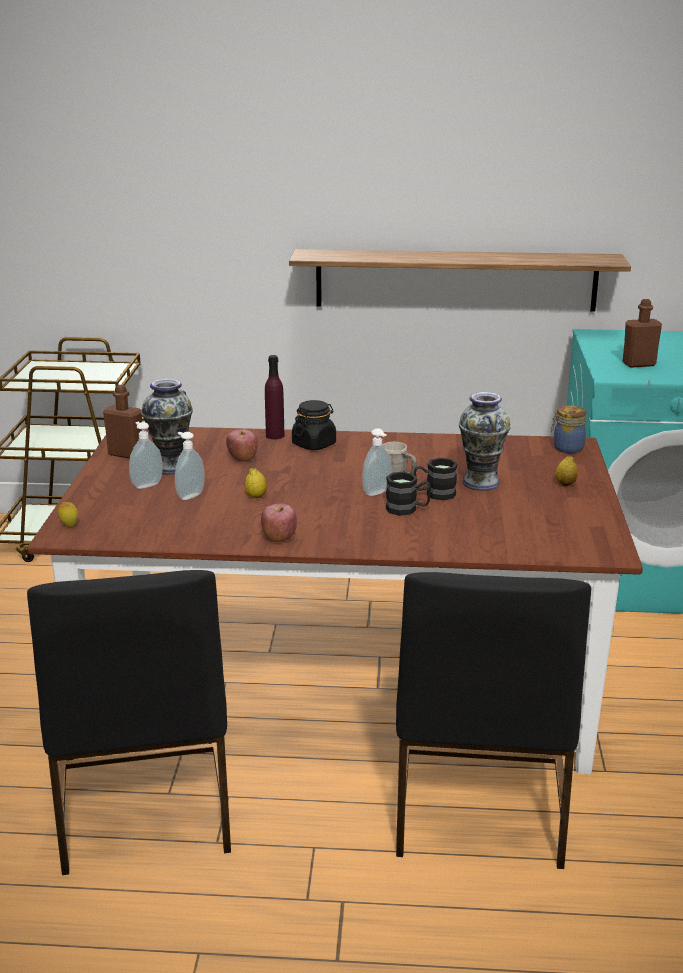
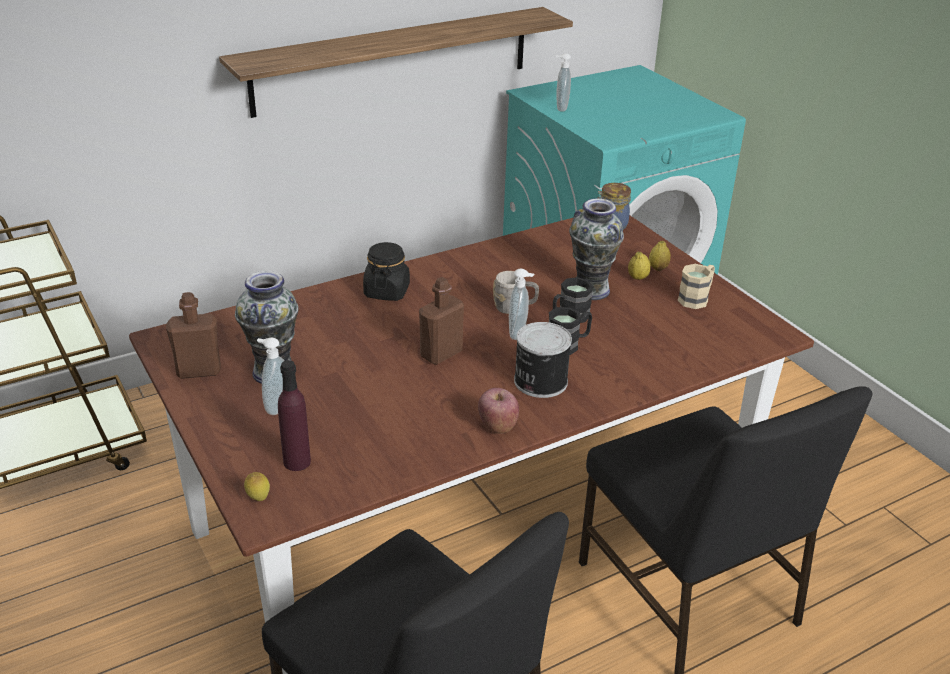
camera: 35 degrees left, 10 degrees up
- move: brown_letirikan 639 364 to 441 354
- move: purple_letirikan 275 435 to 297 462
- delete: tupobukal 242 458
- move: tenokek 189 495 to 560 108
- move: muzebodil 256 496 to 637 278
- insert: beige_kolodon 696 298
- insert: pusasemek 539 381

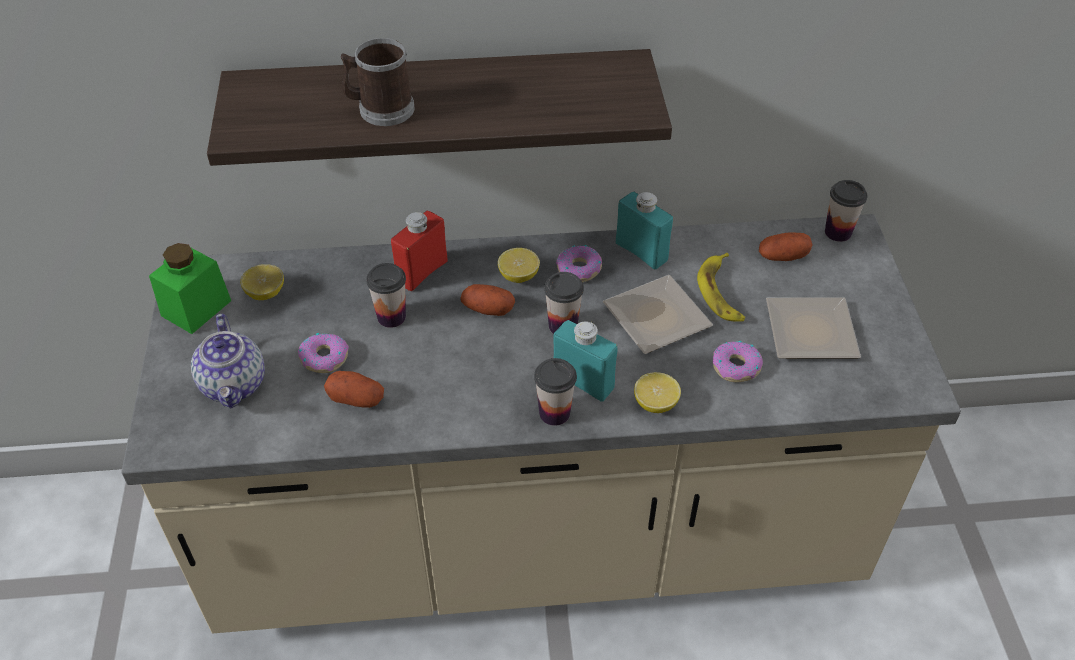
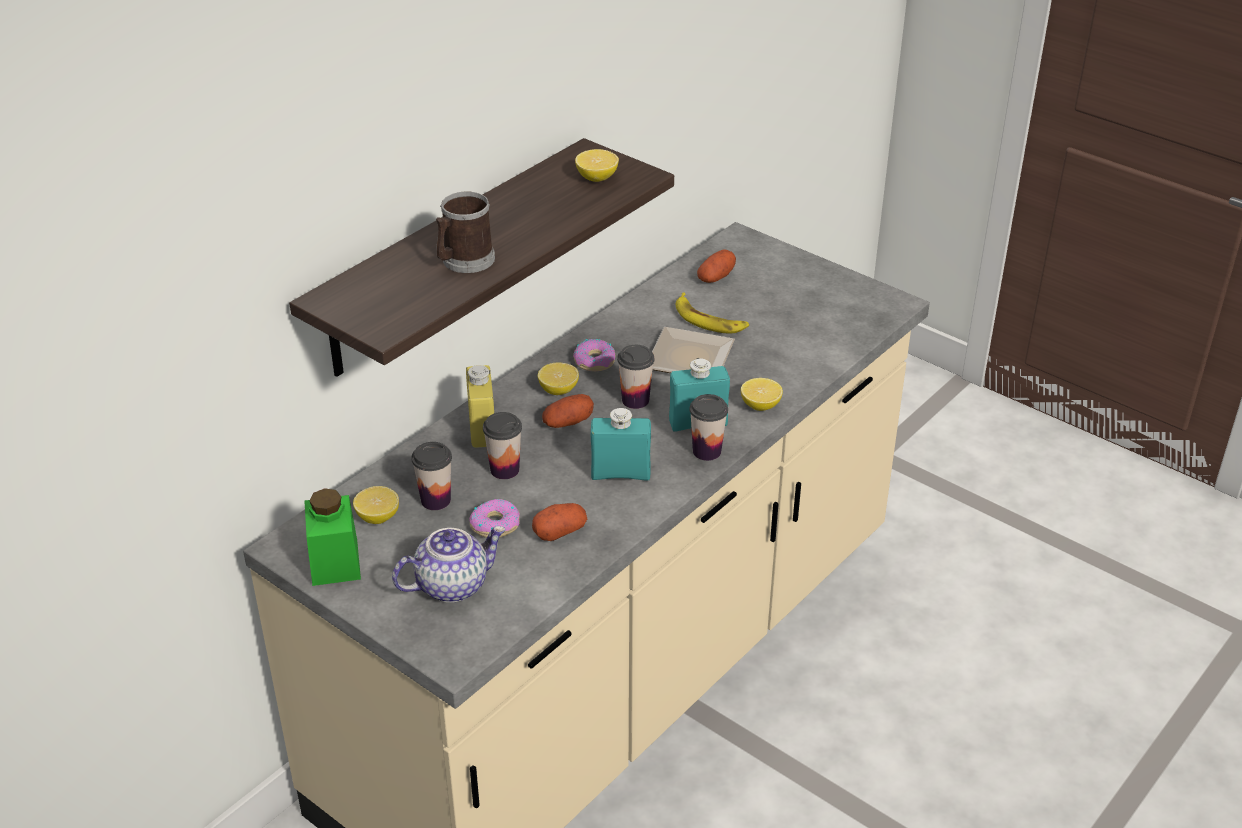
camera: 45 degrees left, 10 degrees down
- move: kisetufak 838 232 to 435 500
- move: turquoise_letirikan 641 252 to 620 473
- recolor: red_letirikan 422 272 to yellow_letirikan 482 430
- delete: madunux 814 334
- rotate: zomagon 234 384 = 452 584 60 degrees counterclockwise
- delete: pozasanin 736 367
- insert: muzebodil 597 178

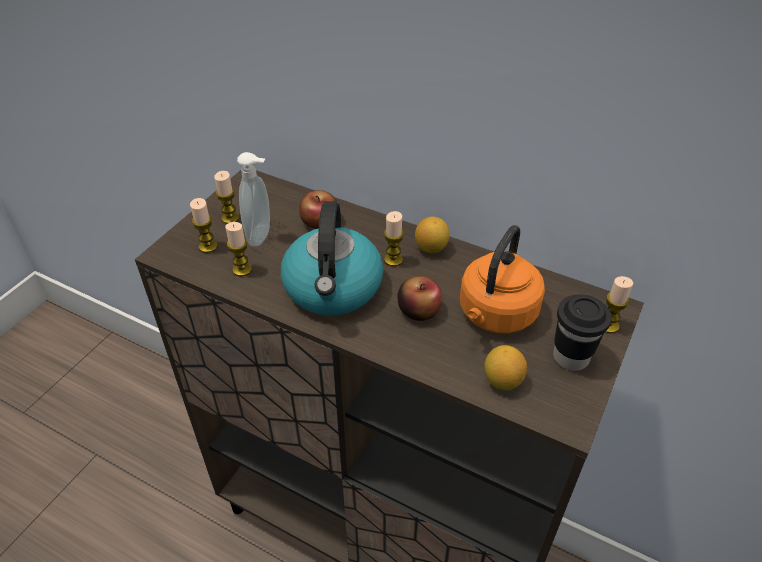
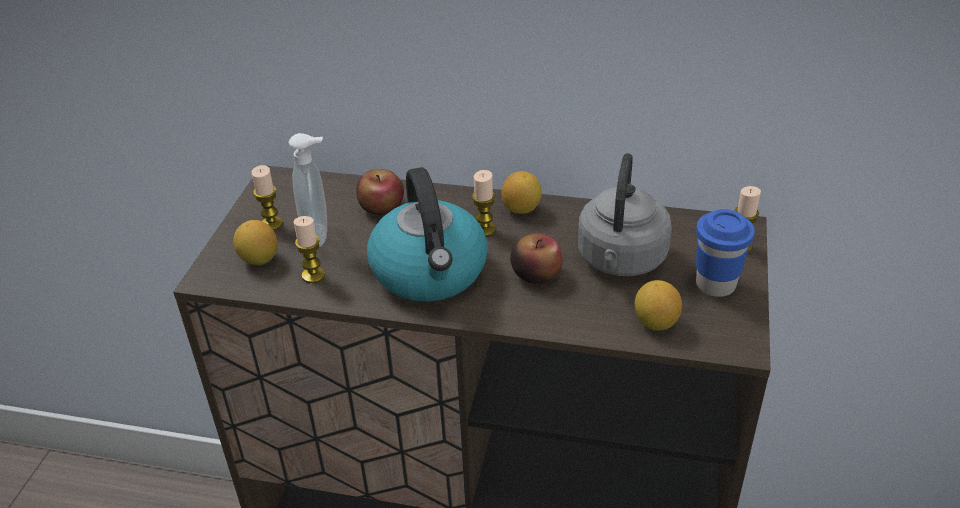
camera: 15 degrees left, 5 degrees down
- replace: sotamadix 208 246 to muzebodil 259 259
- recolor: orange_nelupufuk 495 315 to grey_nelupufuk 620 261
- recolor: black_kisetufak 570 357 to blue_kisetufak 715 284

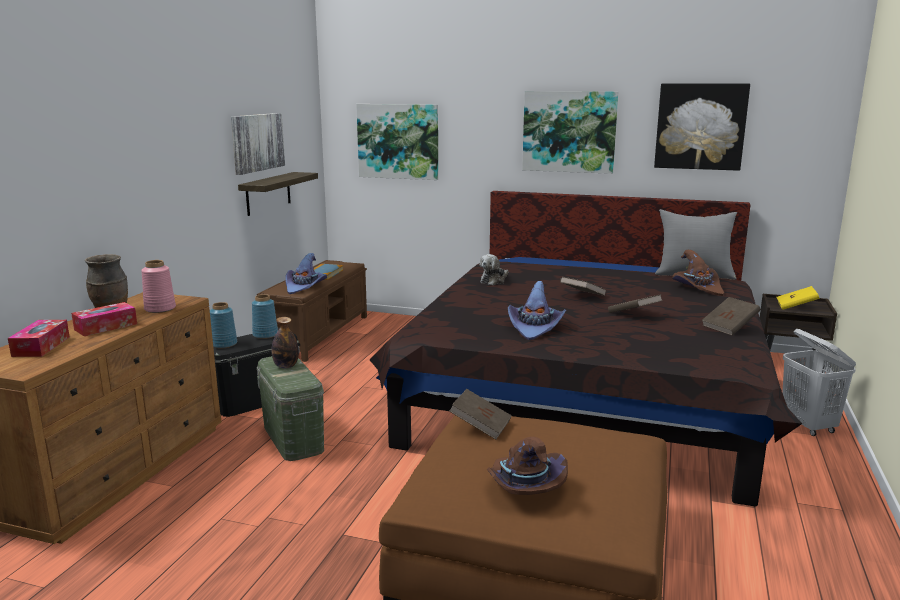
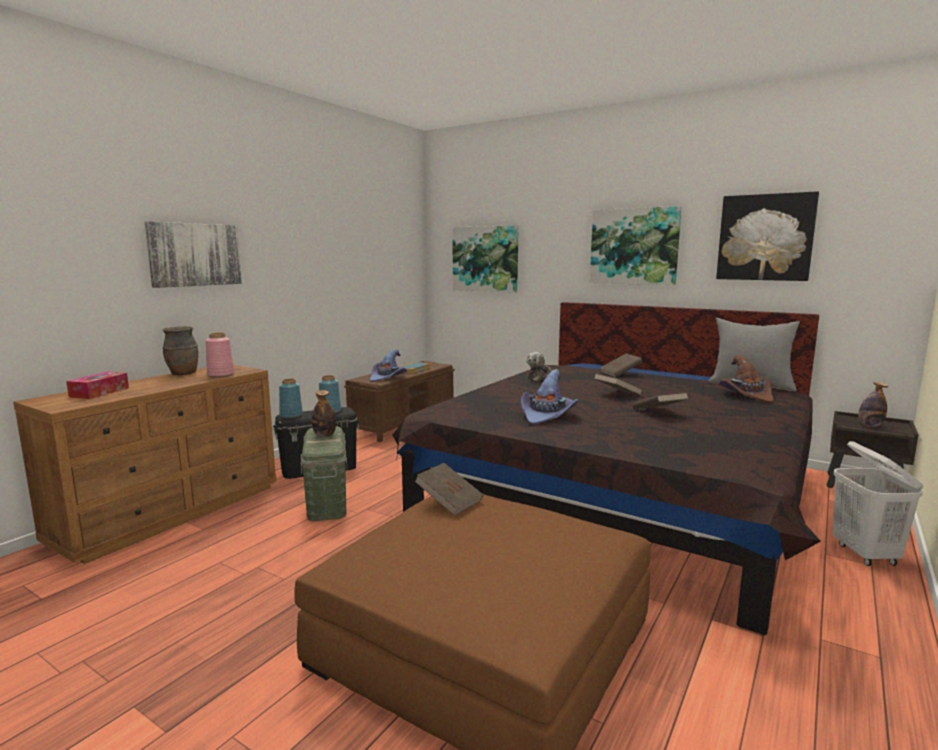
camera: 15 degrees right, 5 degrees down
- move: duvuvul 257 142 to 195 254
- delete: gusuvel 268 193
- replace: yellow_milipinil 796 307 to letirikan 870 426
- move: brown_milipinil 729 327 to 620 374
- delete: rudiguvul 106 327
- delete: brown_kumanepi 523 485

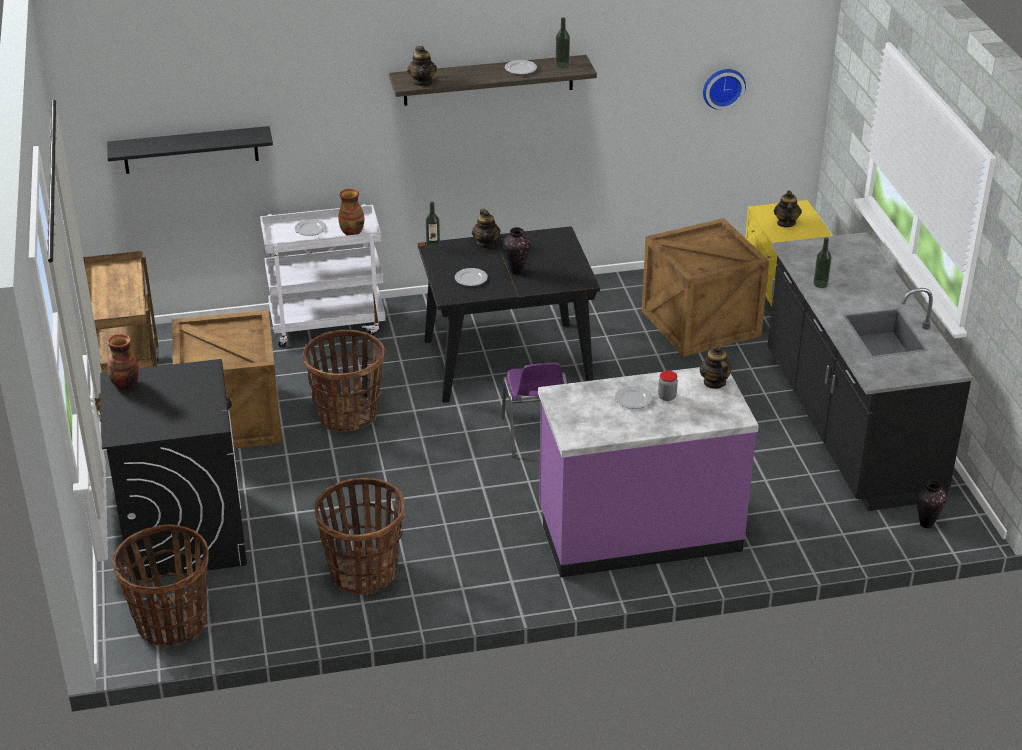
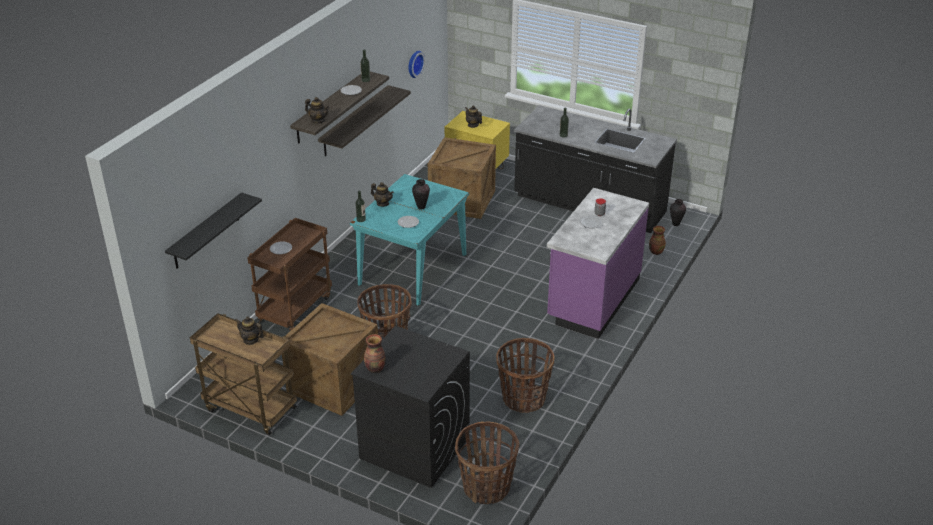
camera: 50 degrees left, 0 degrees up
- move: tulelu 352 232 to 655 252
- recolor: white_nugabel 328 324 to brown_nugabel 295 308
- recolor: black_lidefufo 506 362 to turquoise_lidefufo 412 269
- move: zomagon 714 382 to 251 340
- delete: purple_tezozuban 535 436
- insert: gusuvel 354 121

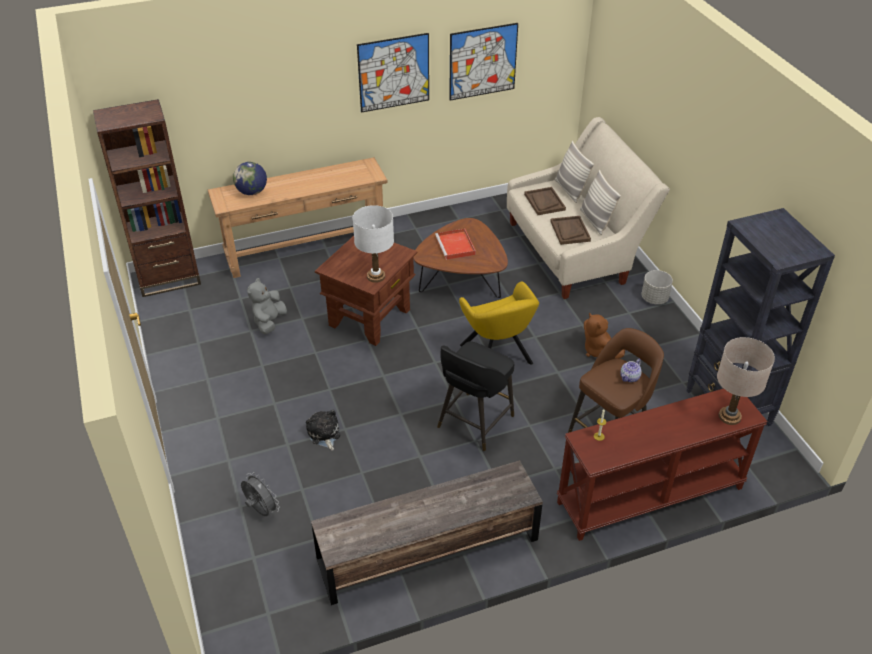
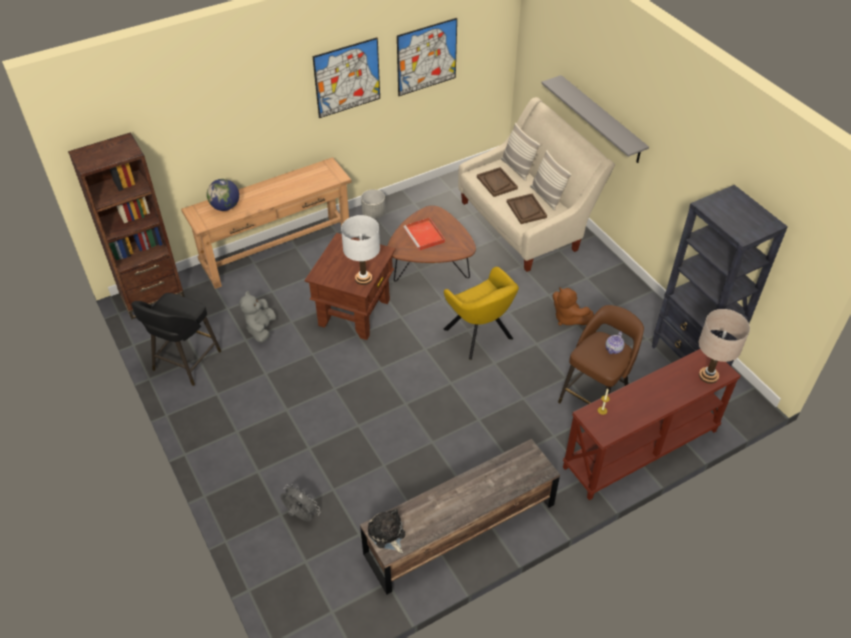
camera: 10 degrees left, 5 degrees up
- move: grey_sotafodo 654 298 to 374 214
- move: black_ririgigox 474 423 to 185 362
- move: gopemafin 324 434 to 387 534
- insert: grey_gusuvel 601 119

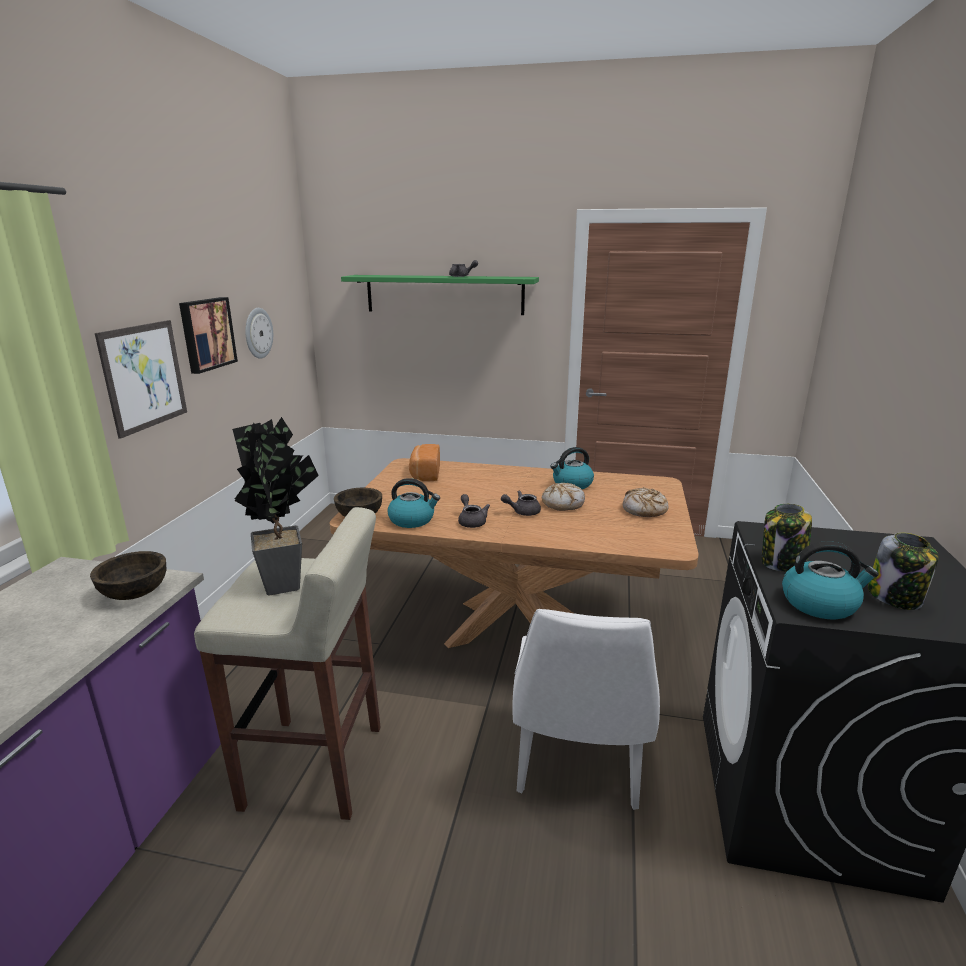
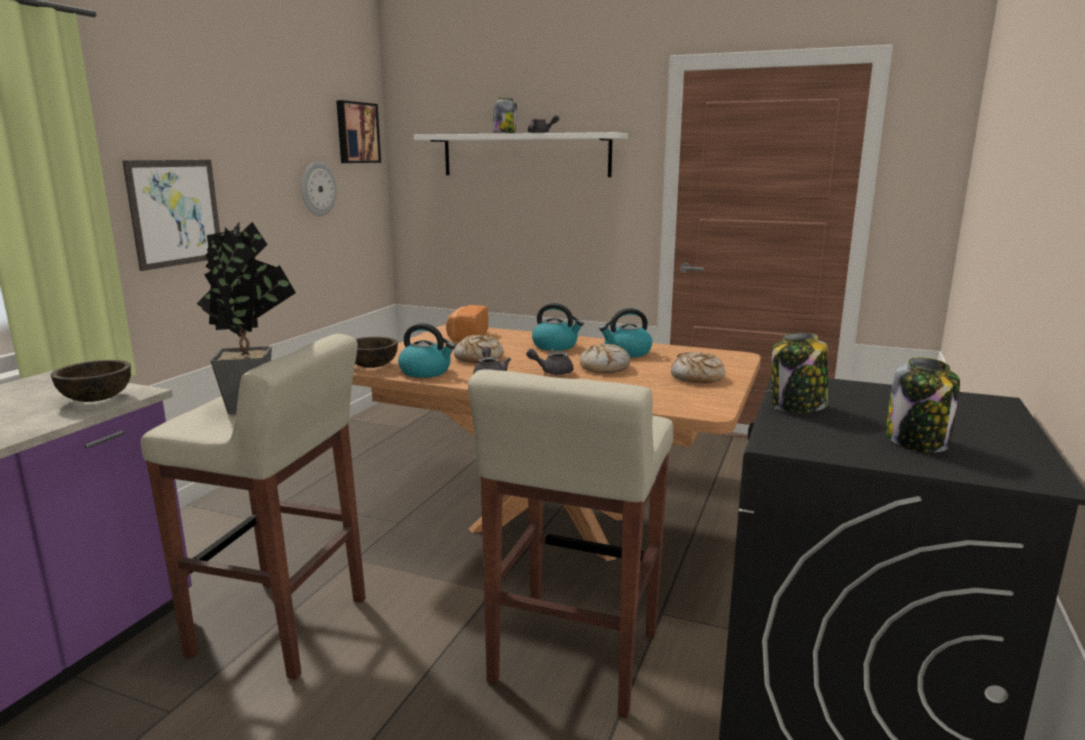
camera: 10 degrees right, 5 degrees down
- recolor: green_gusuvel 444 294 to white_gusuvel 525 155
- move: duvuvul 206 334 to 356 132
- move: nelupufuk 820 603 to 555 346
- replace: white_tezozuban 577 764 to beige_ririgigox 573 659
- insert: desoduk 504 133
- insert: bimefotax 479 358

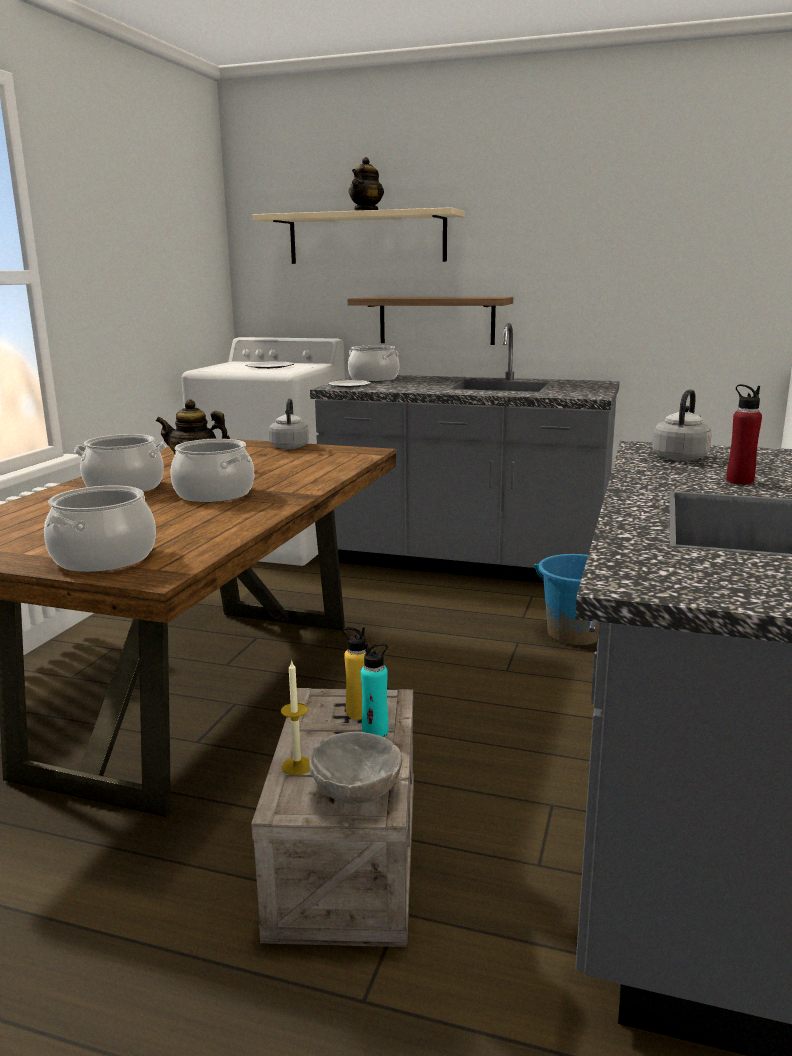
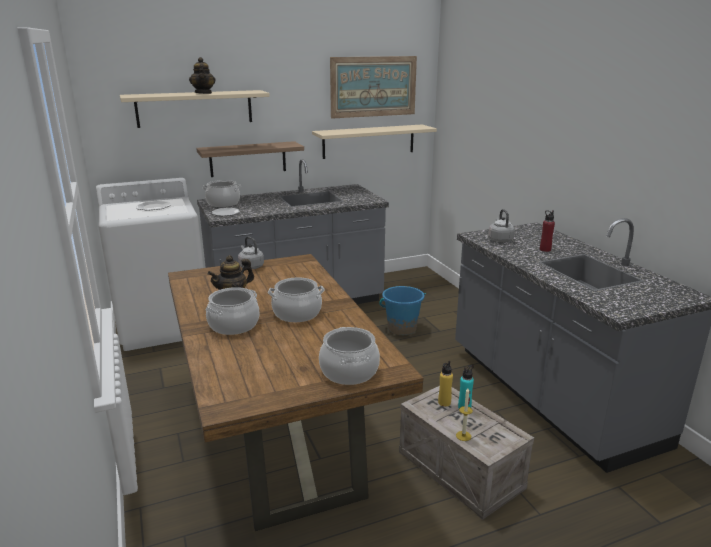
camera: 40 degrees left, 5 degrees up
- delete: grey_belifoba 358 794
- insert: duvuvul 373 86
- insert: beige_gusuvel 368 141

